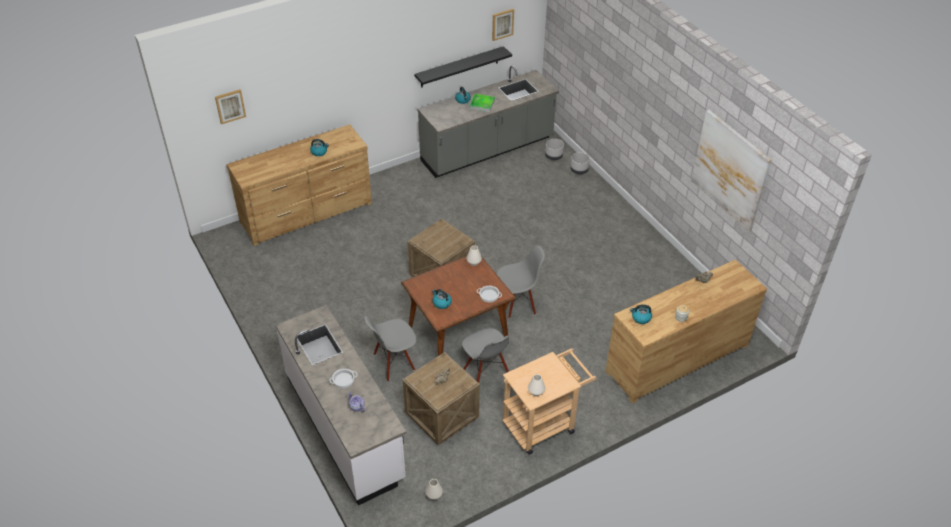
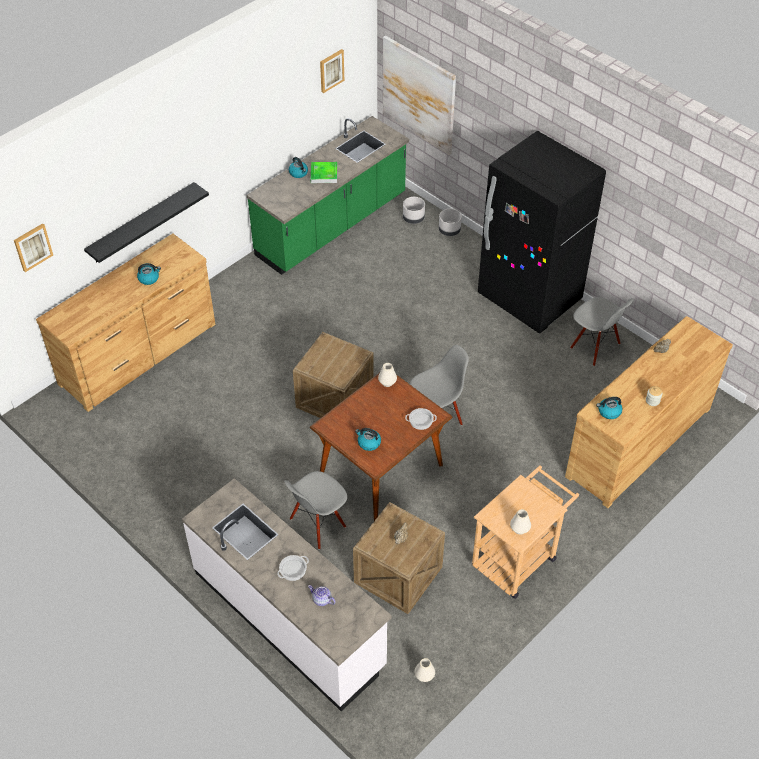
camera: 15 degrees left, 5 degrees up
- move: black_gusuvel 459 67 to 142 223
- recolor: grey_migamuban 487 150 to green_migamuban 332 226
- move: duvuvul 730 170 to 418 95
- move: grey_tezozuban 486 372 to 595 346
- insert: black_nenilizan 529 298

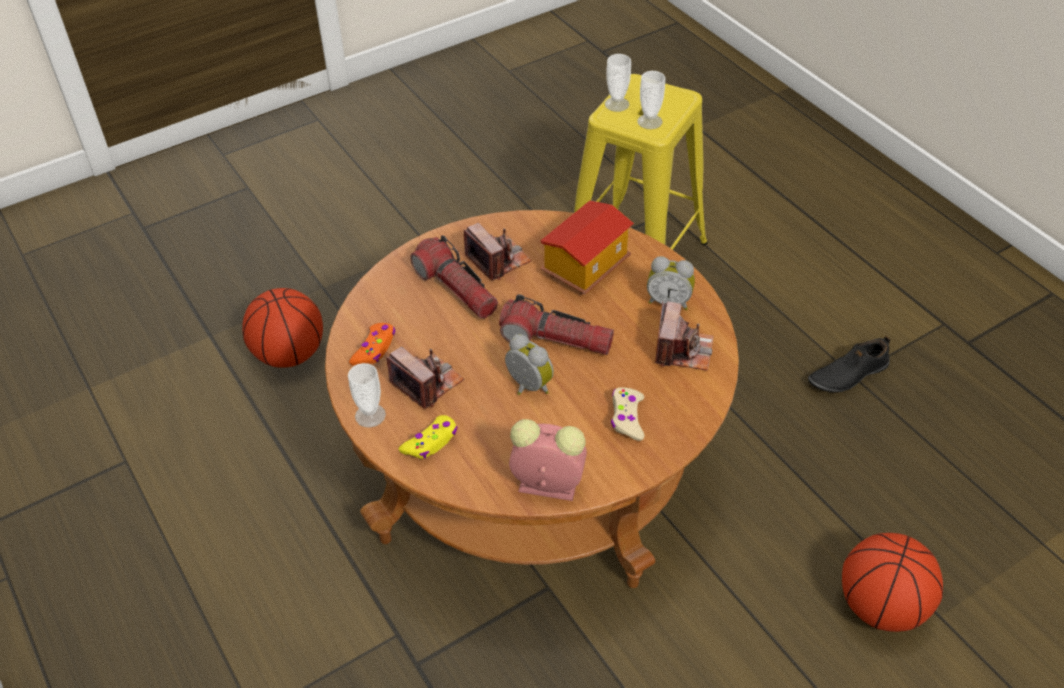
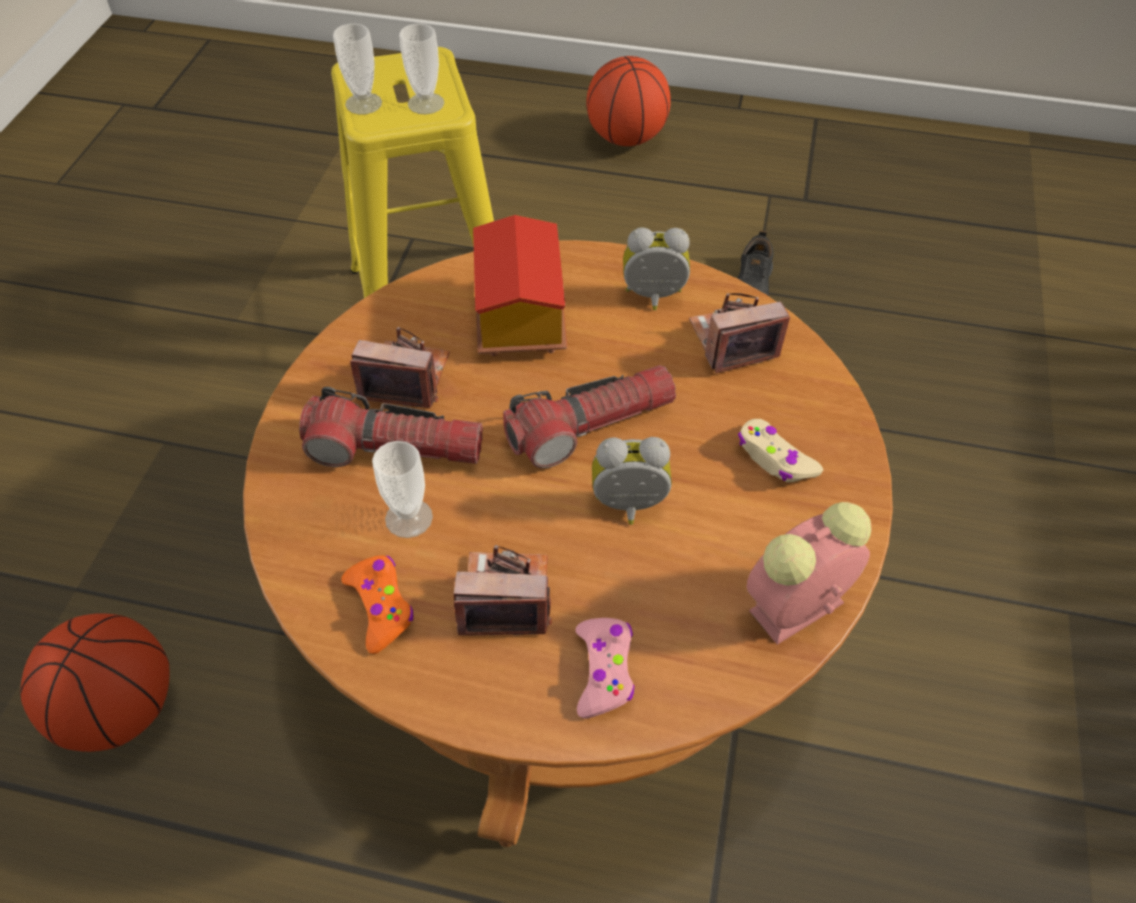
camera: 45 degrees left, 5 degrees up
- rotate: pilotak 669 301 = 653 298 150 degrees counterclockwise
- rotate: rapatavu 682 350 = 732 342 75 degrees counterclockwise
- move: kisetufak 370 415 to 409 518
- recolor: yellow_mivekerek 431 442 to pink_mivekerek 604 671
- move: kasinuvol 881 606 to 626 138

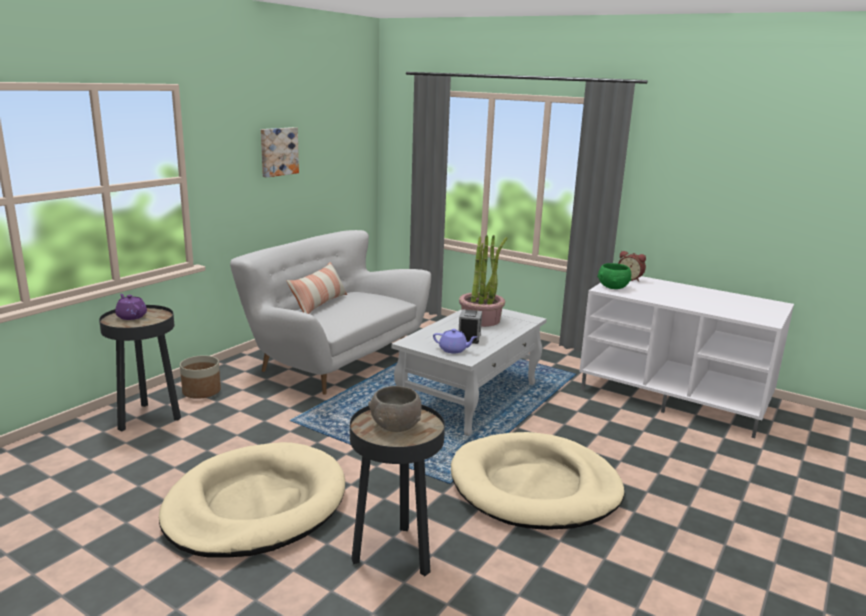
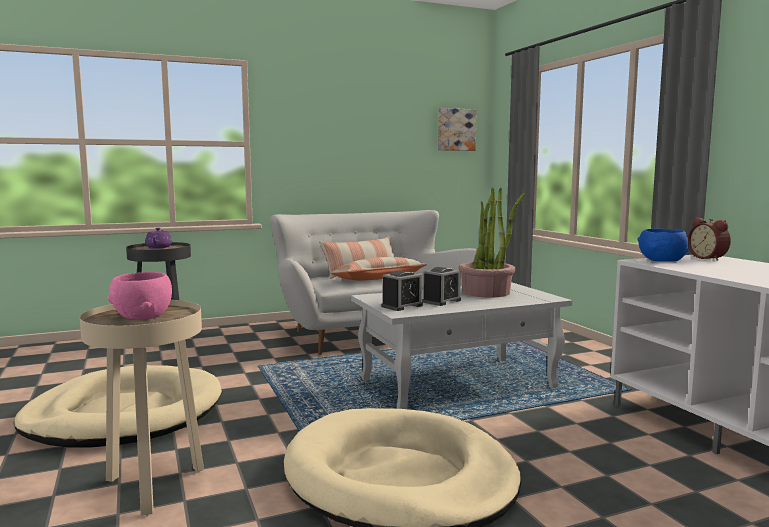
camera: 35 degrees right, 10 degrees down
- move: duvuvul 278 151 to 456 129
- recolor: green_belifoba 613 287 to blue_belifoba 662 260
- replace: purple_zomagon 453 350 to pilotak 402 306
- delete: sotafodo 201 391
- recolor: grey_belifoba 395 426 to pink_belifoba 142 316
- recolor: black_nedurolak 394 554 to beige_nedurolak 154 487
- insert: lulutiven 378 279

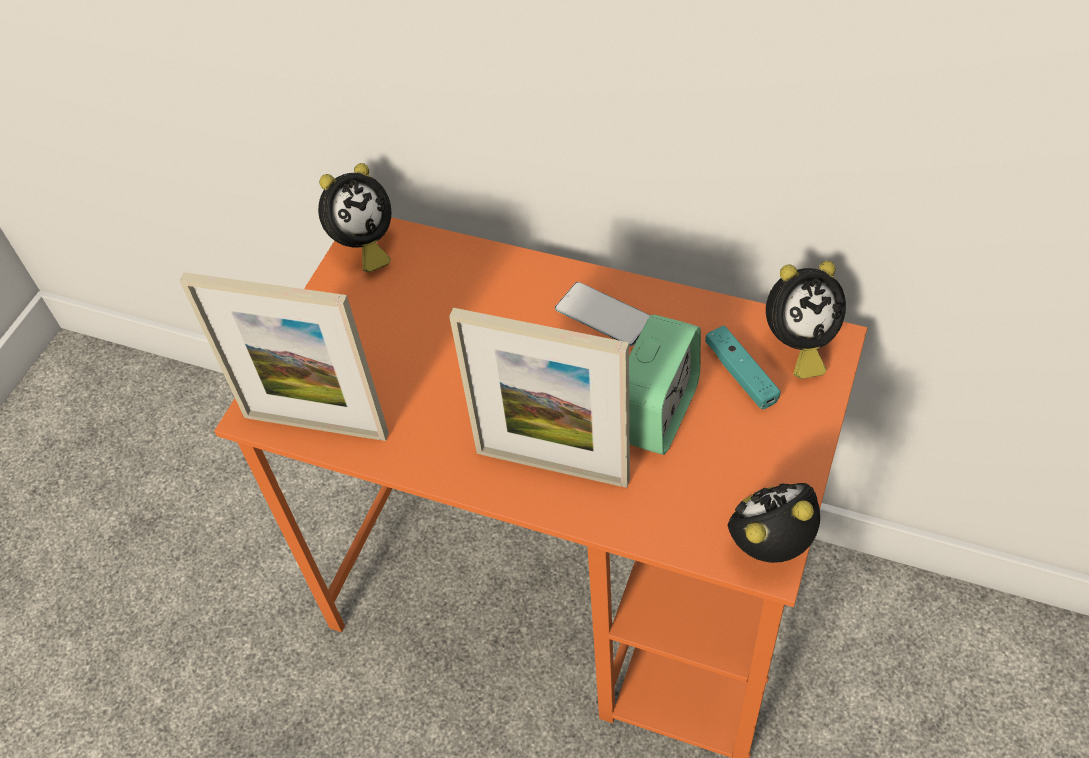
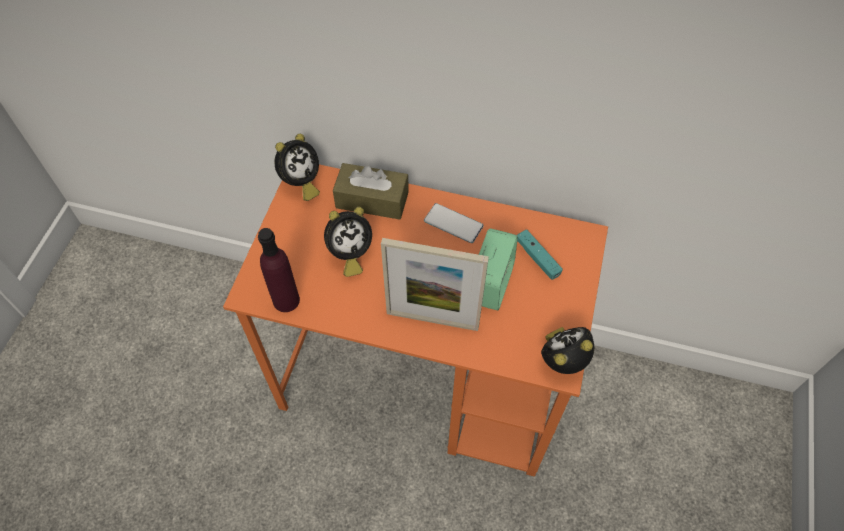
camera: 10 degrees left, 5 degrees up
- move: pilotak 798 345 to 349 254
- replace: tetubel 315 425 to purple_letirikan 286 300
- insert: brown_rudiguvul 372 200

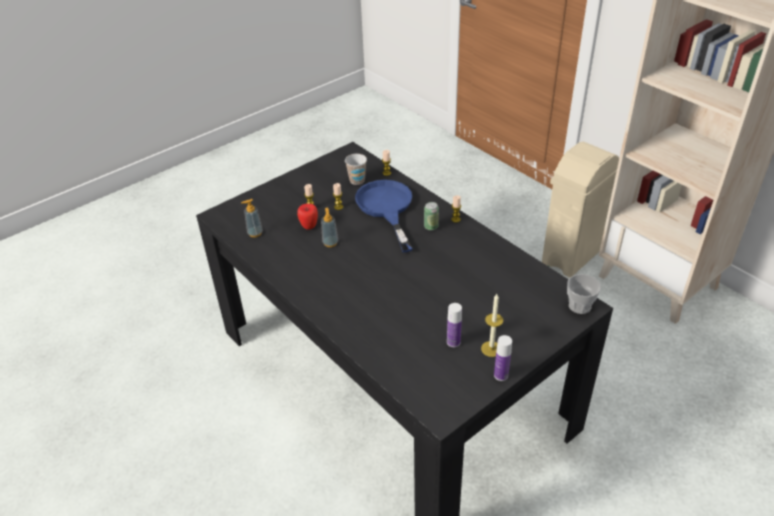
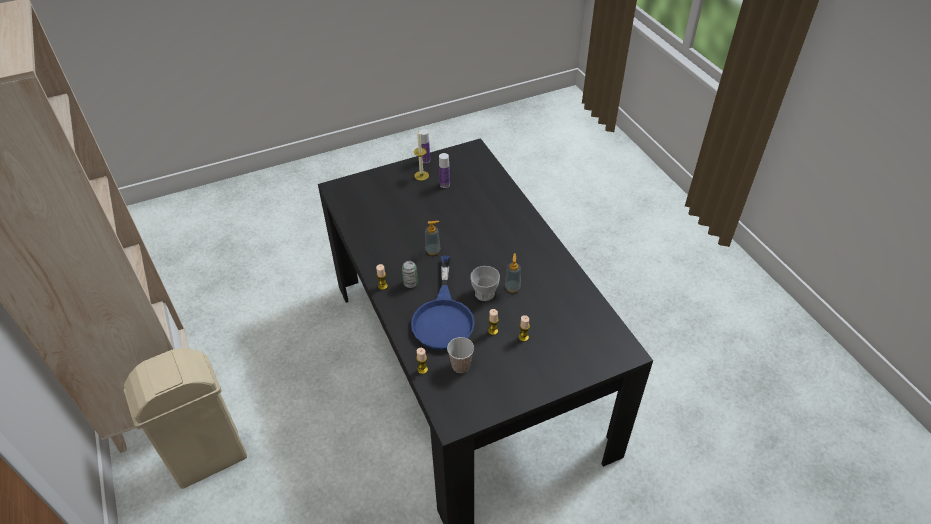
camera: 165 degrees left, 5 degrees up
- move: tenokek 255 233 to 433 250
- delete: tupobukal 309 226
- move: kisetufak 579 306 to 484 293

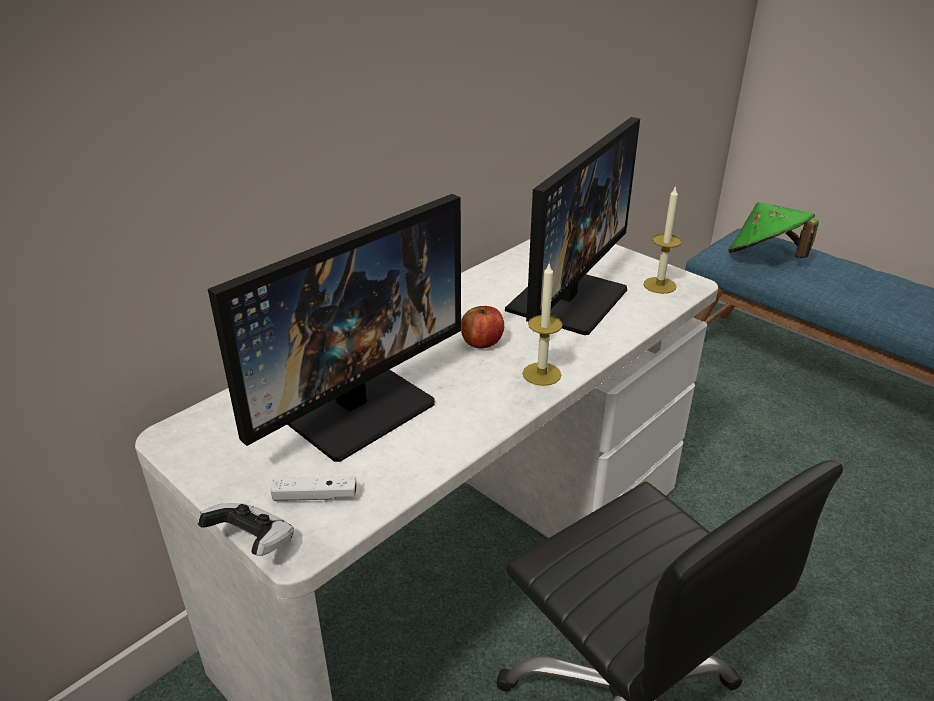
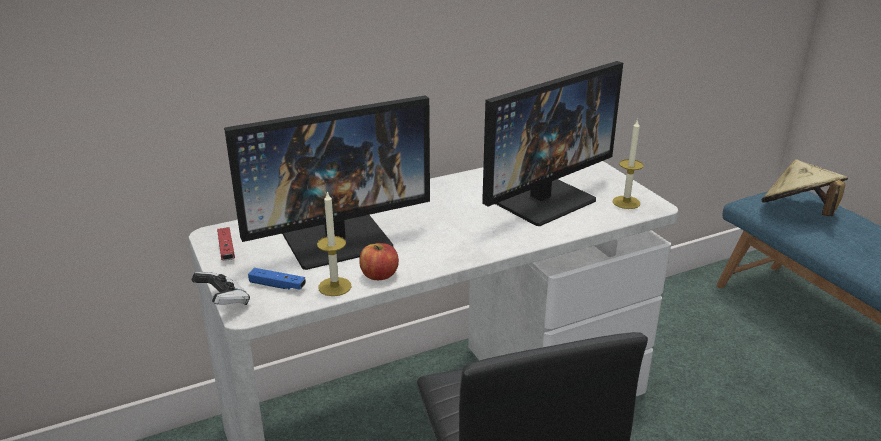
camera: 20 degrees right, 5 degrees down
- recolor: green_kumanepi 765 257 to beige_kumanepi 798 212
- move: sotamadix 541 374 to 334 286
- move: tupobukal 482 342 to 379 275
- recolor: white_mivekerek 315 496 to blue_mivekerek 277 285
- insert: red_mivekerek 226 250

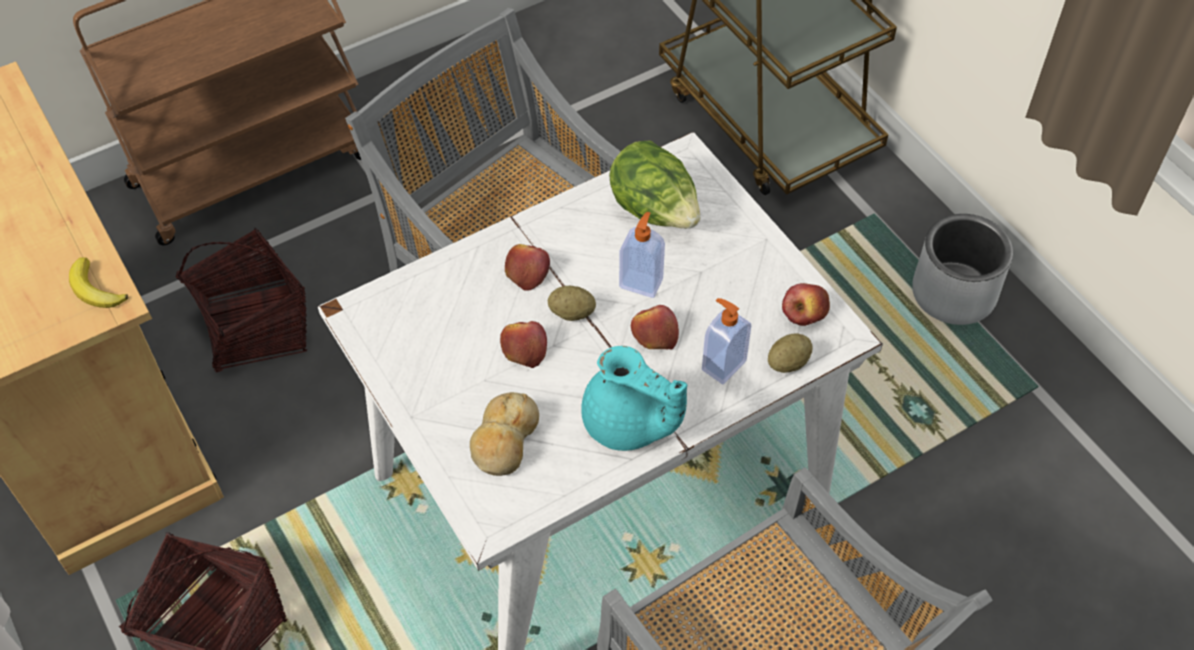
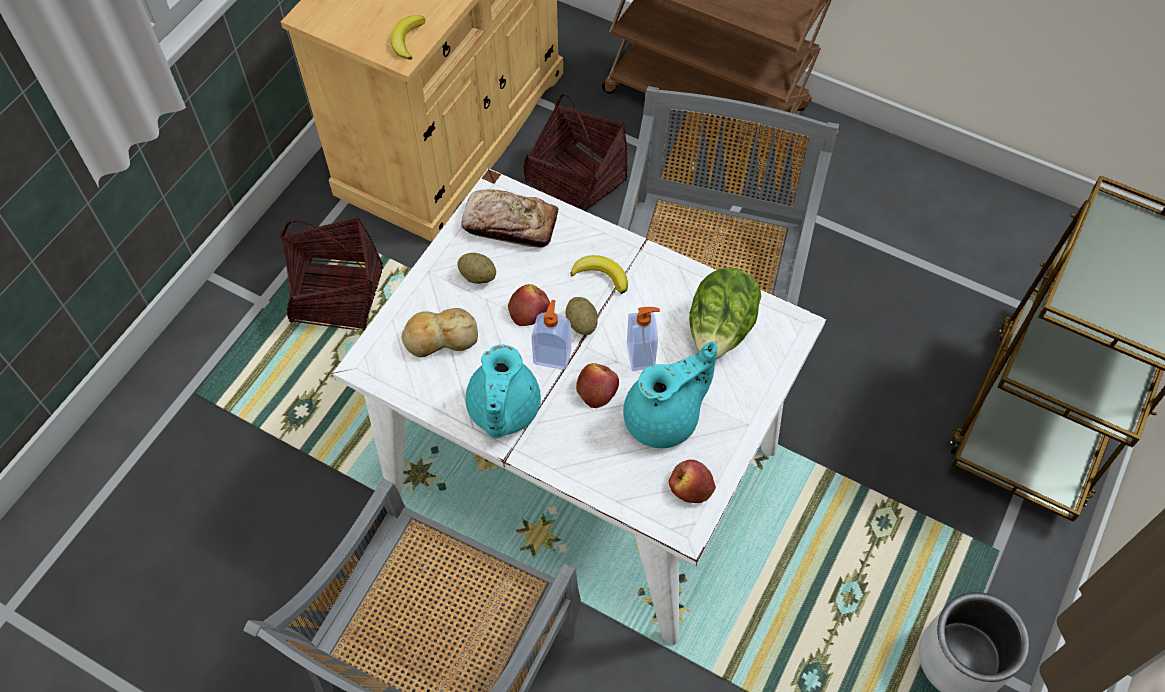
camera: 60 degrees right, 5 degrees up
- replace: tupobukal 527 271 to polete 601 275
- move: tenokek 722 365 to 552 356
- move: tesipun 788 363 to 477 276
- insert: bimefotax 510 225
- insert: turquoise_zomagon 665 418

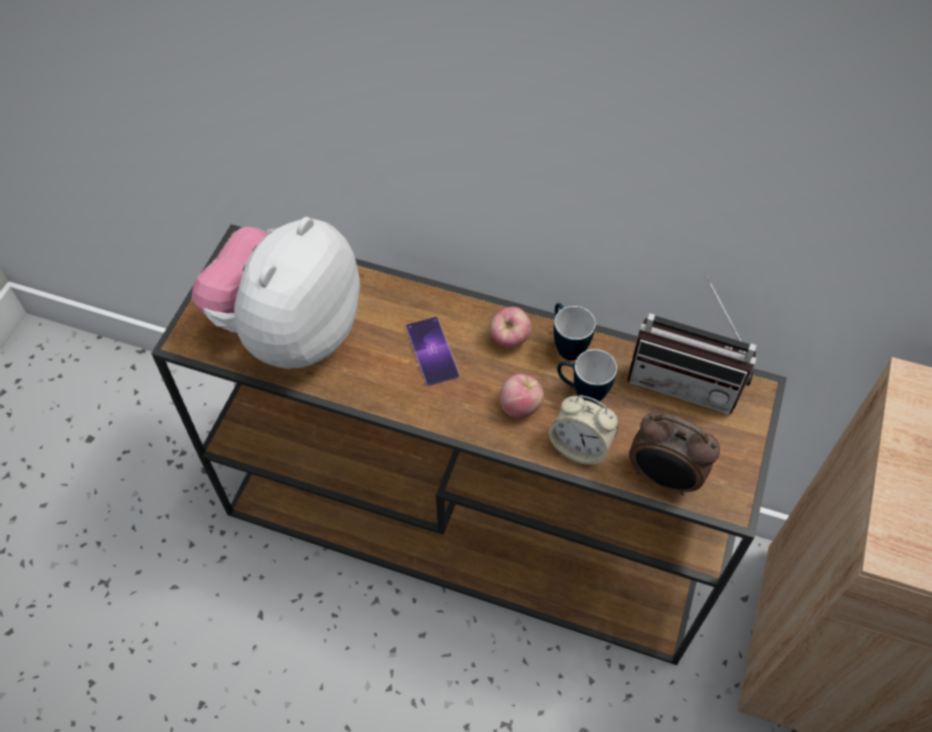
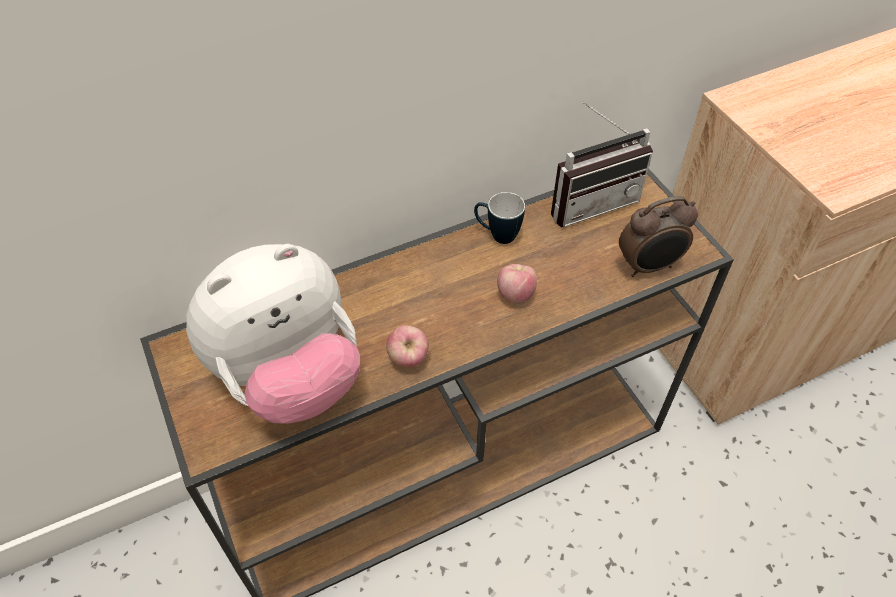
camera: 45 degrees left, 5 degrees down
- rotate: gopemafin 290 332 = 290 377 105 degrees counterclockwise
- move: tupobukal 510 339 to 408 358
- delete: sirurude 432 351
- delete: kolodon 582 392
- delete: pilotak 580 446

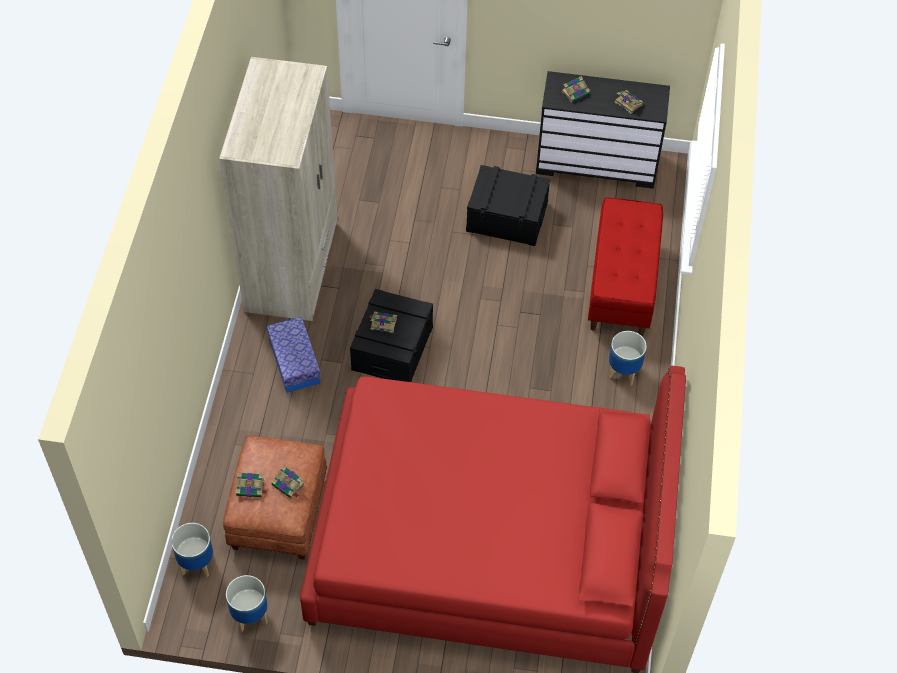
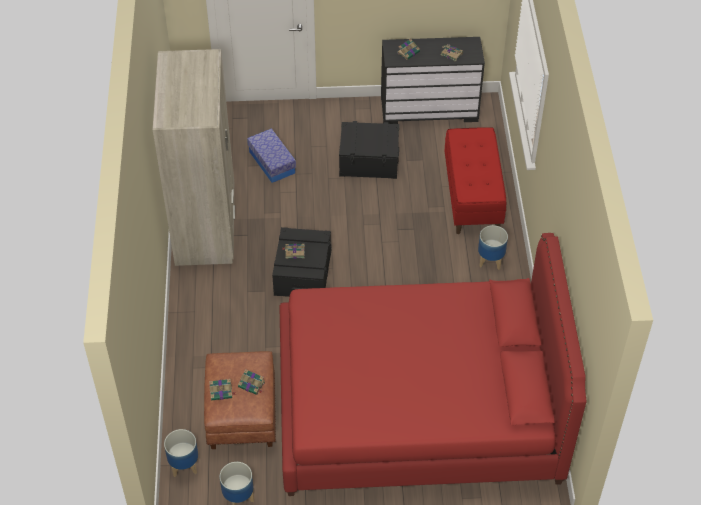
camera: 10 degrees left, 5 degrees down
- move: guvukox 294 362 to 272 162

